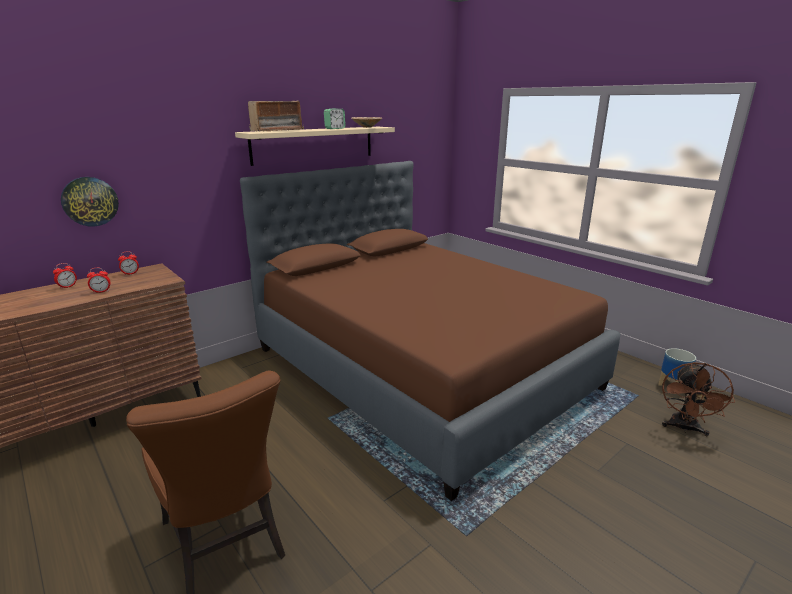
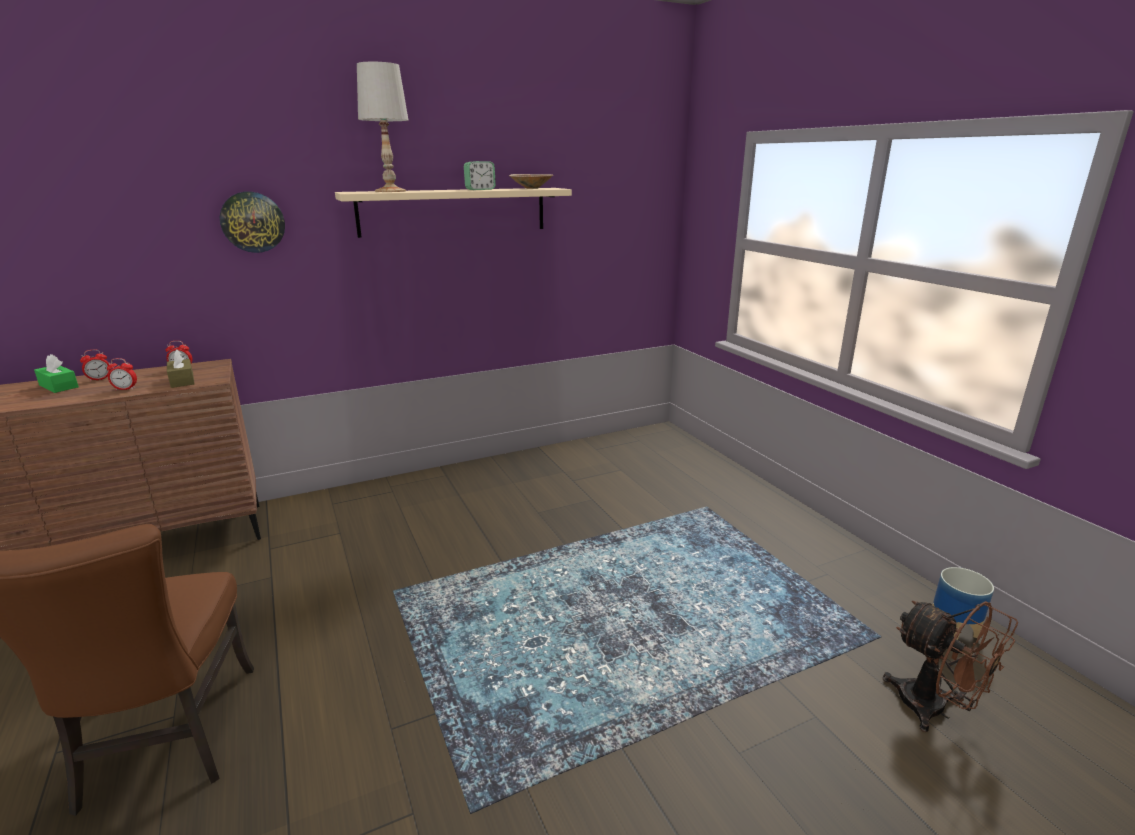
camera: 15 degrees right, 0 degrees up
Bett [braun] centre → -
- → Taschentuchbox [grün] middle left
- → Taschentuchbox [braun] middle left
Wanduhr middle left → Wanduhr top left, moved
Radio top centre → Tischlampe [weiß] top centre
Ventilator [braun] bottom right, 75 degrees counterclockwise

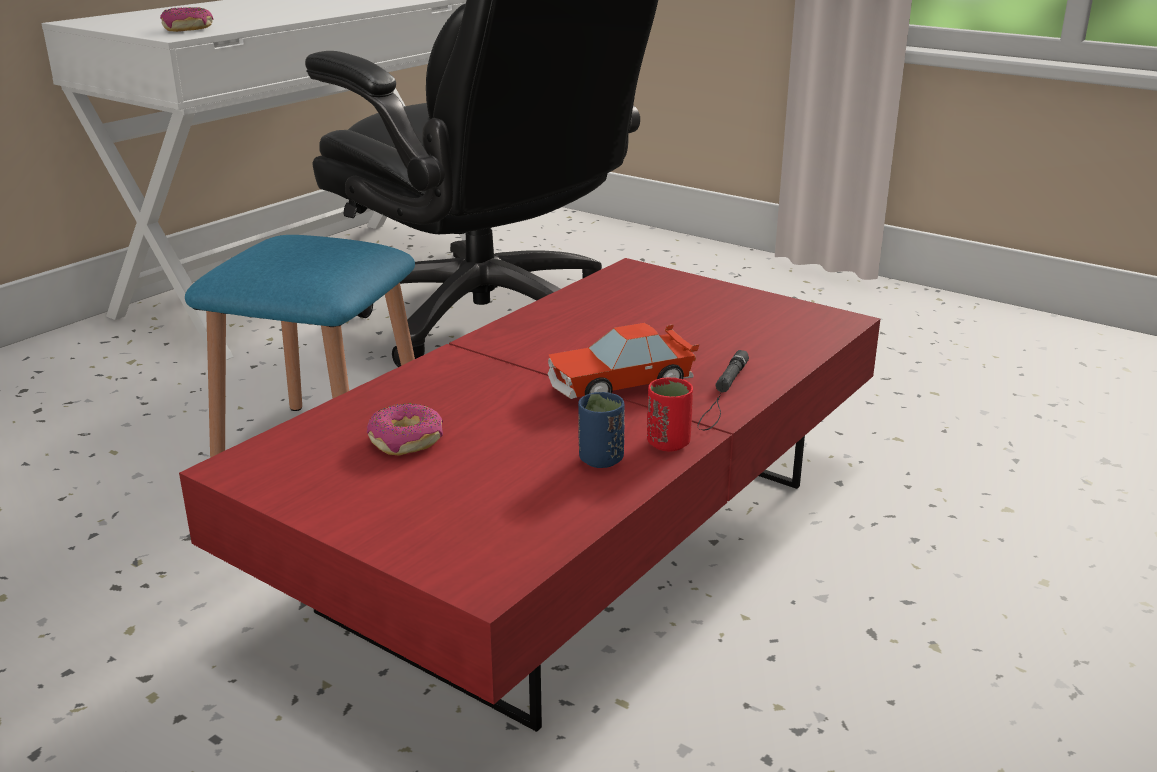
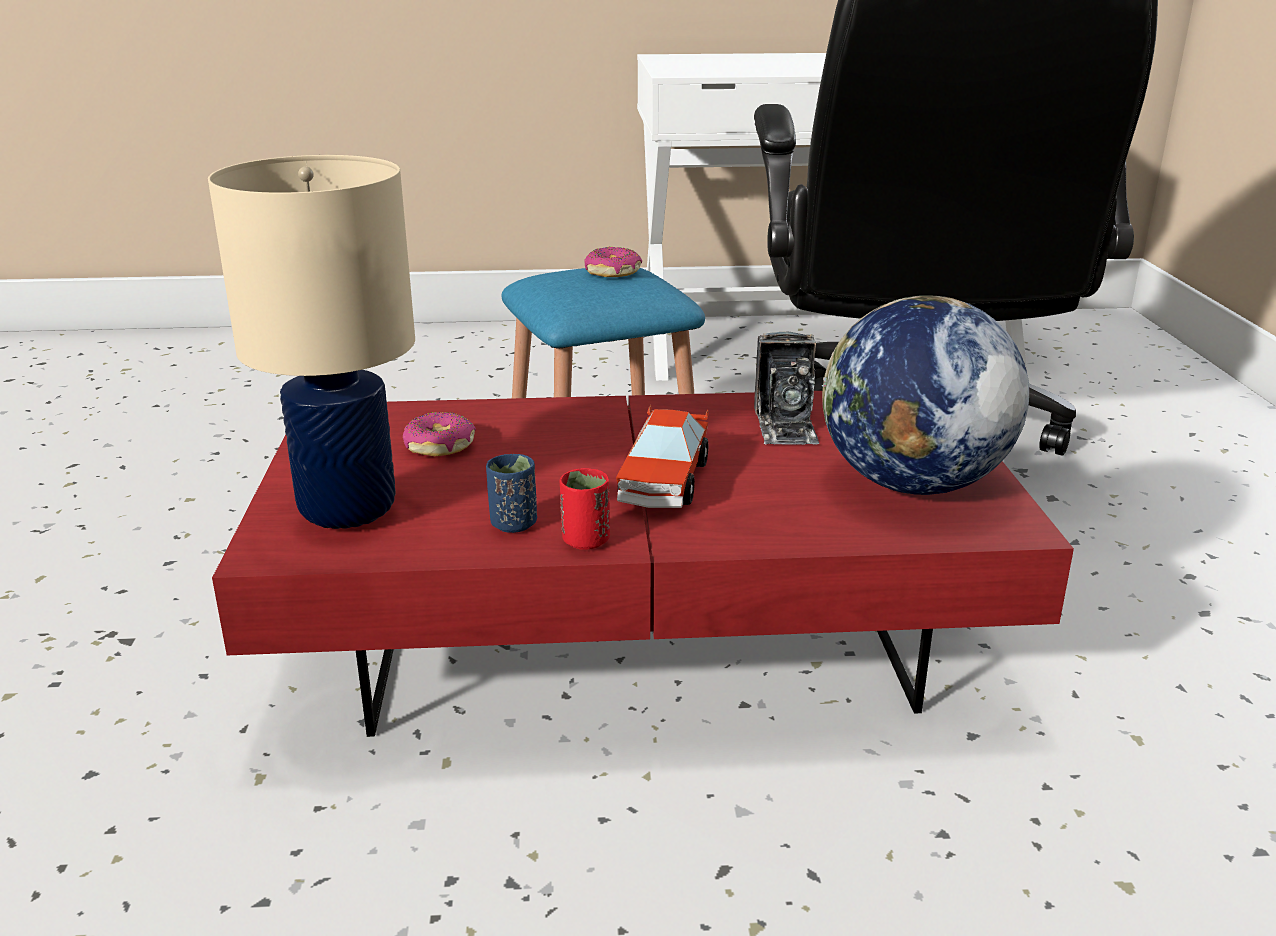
camera: 50 degrees right, 0 degrees up
Taschenlampe [schwarz] centre → -
- → Tischlampe [beige] middle left
- → Kamera centre
- → Globus middle right
Donut (1st from left in the first image) top left → Donut (2nd from left) top centre, moved
Spielzeugauto centre, 105 degrees counterclockwise

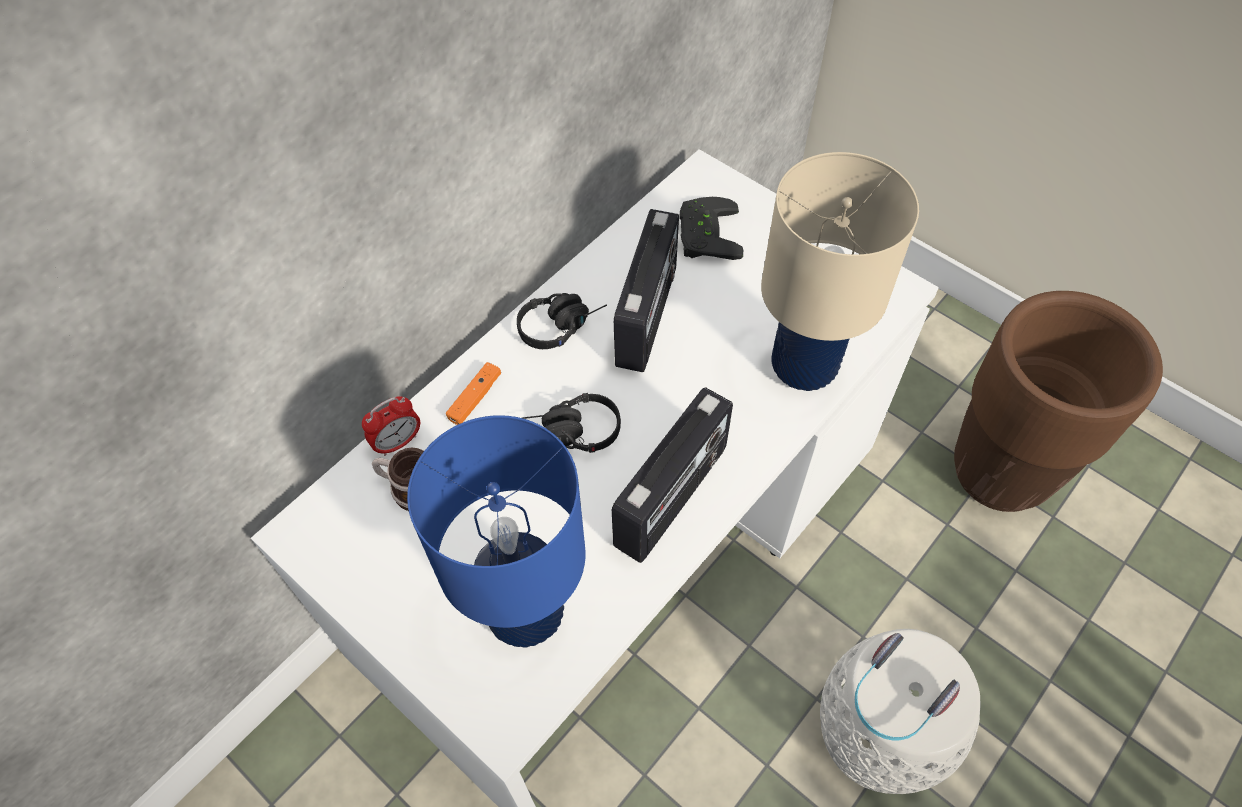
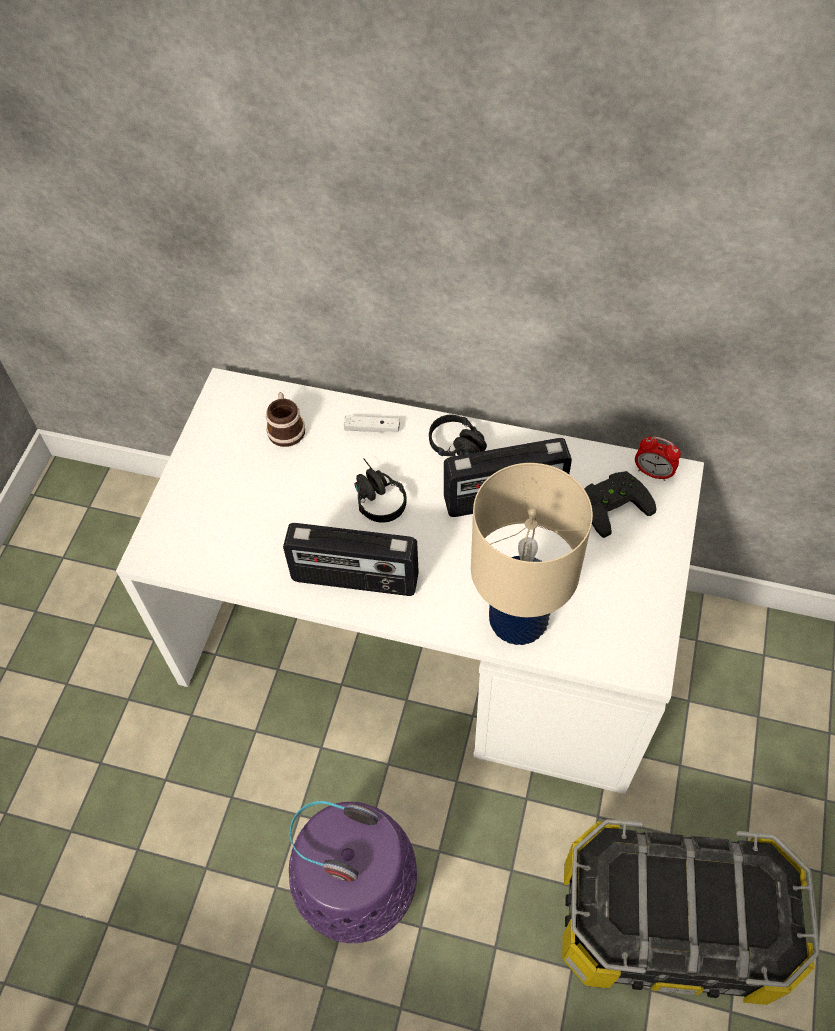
camera: 65 degrees right, 0 degrees up
Tischlampe [blau] centre → -
Wecker middle left → Wecker middle right, moved
Pflanzkübel [braun] middle right → Aufbewahrungsbox bottom right
Gamepad [orange] centre → Gamepad [weiß] centre
Hocker [weiß] bottom right → Hocker [lila] bottom centre

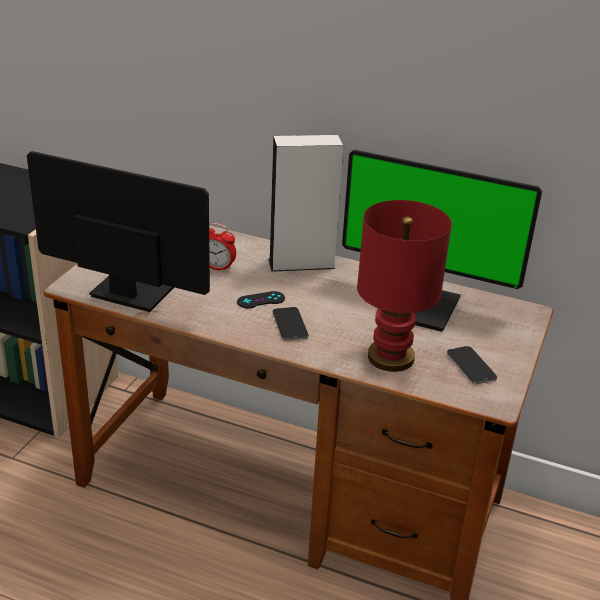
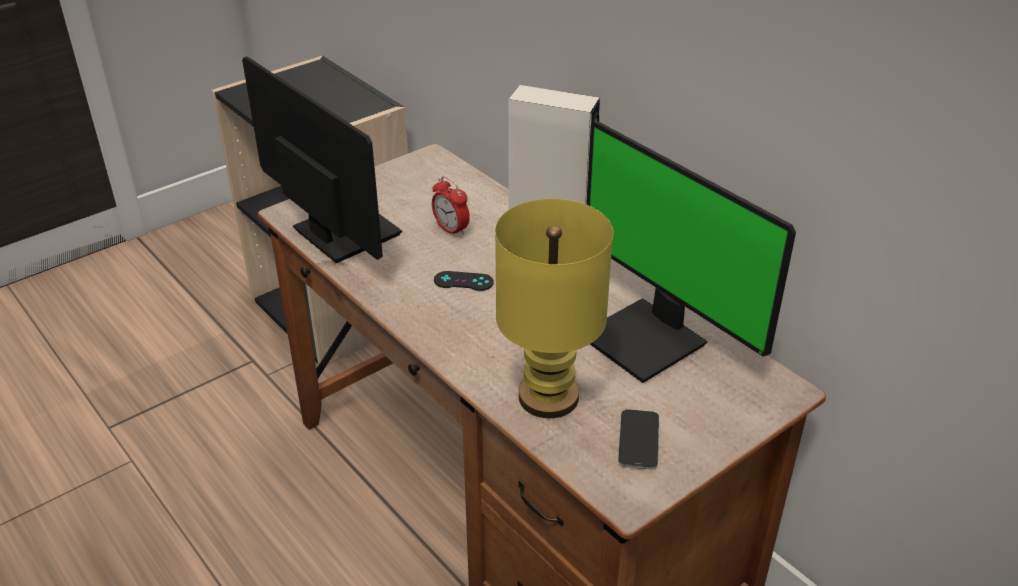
camera: 30 degrees right, 5 degrees up
Handy (1st from left) centre → -
Tischlampe [rot] middle right → Tischlampe [gelb] centre

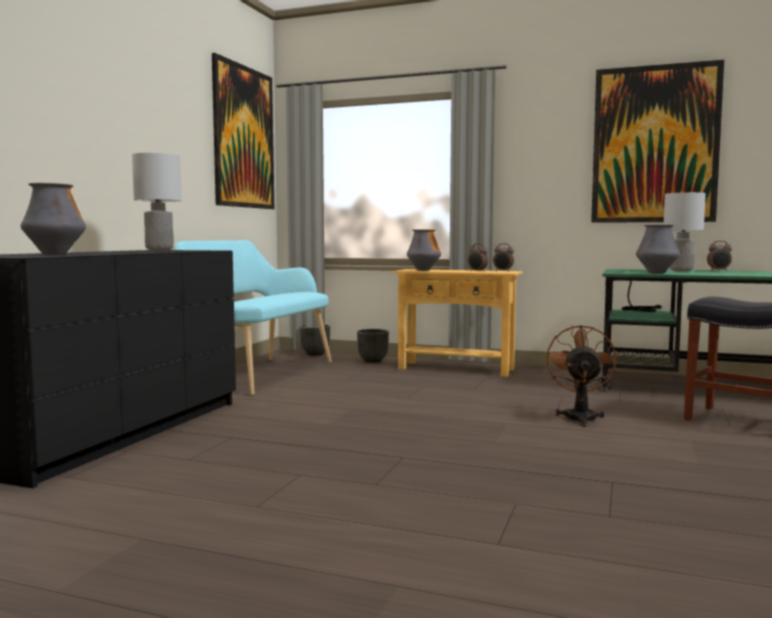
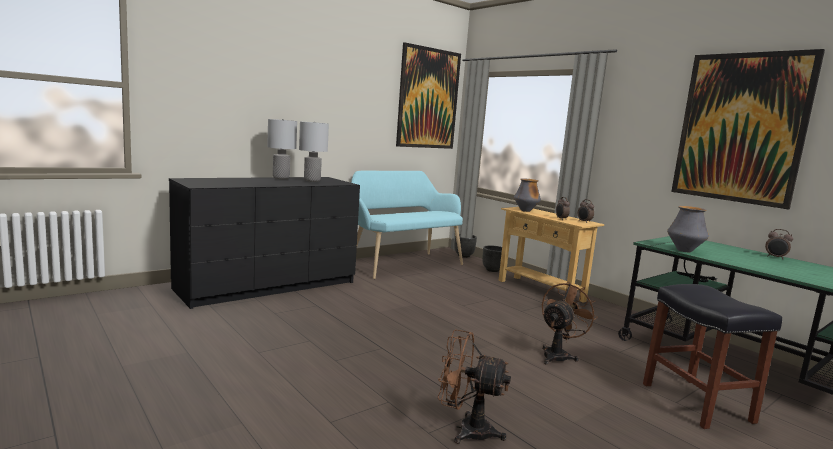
camera: 30 degrees right, 5 degrees up
Vase (1st from left) middle left → -
- → Ventilator [braun] (1st from left) bottom centre
Tischlampe [grau] (2nd from left in the first image) middle right → Tischlampe [grau] (1st from left) top centre, moved

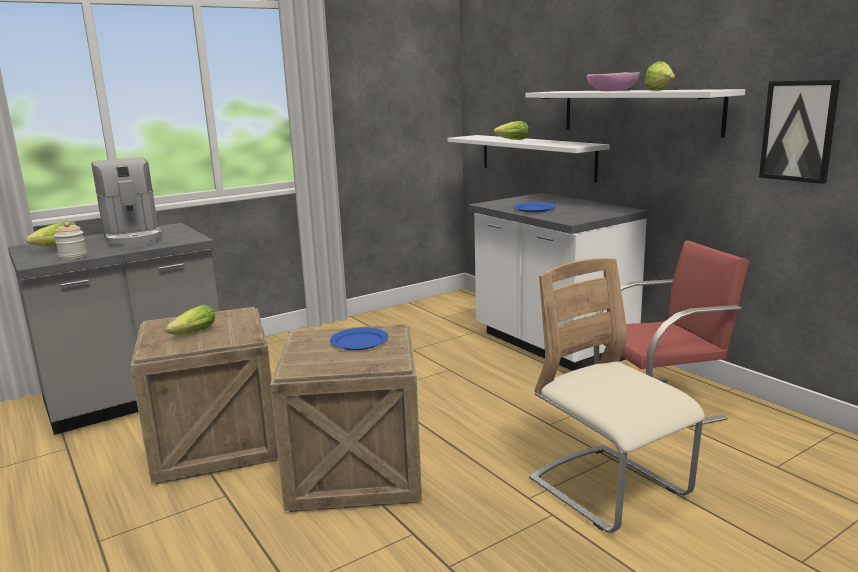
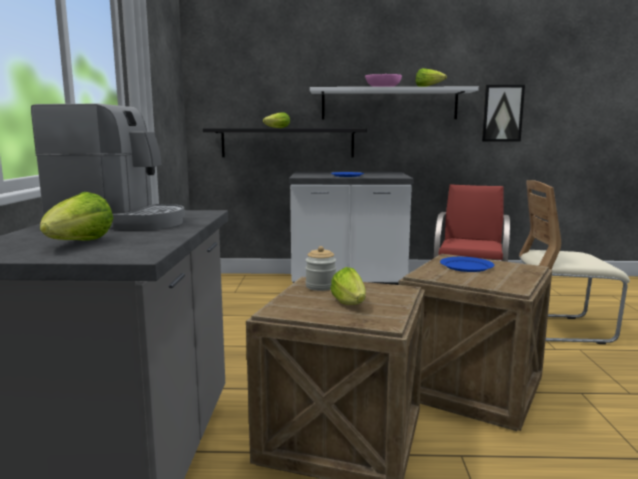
camera: 55 degrees left, 5 degrees down
Vorratsglas middle left → Vorratsglas centre, moved
Wandregal [weiß] (1st from left) top centre → Wandregal [schwarz] top centre

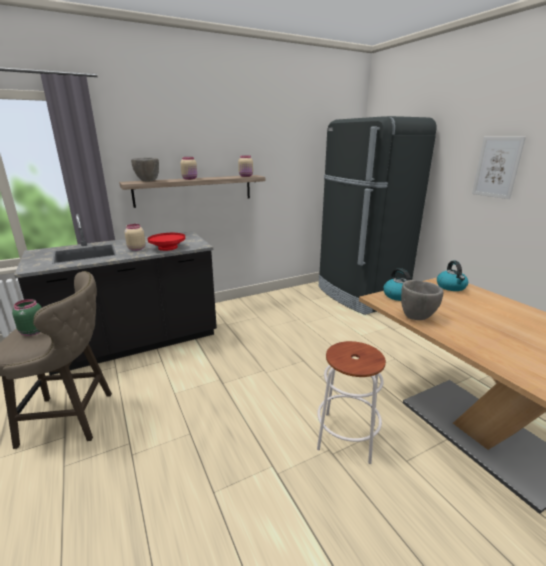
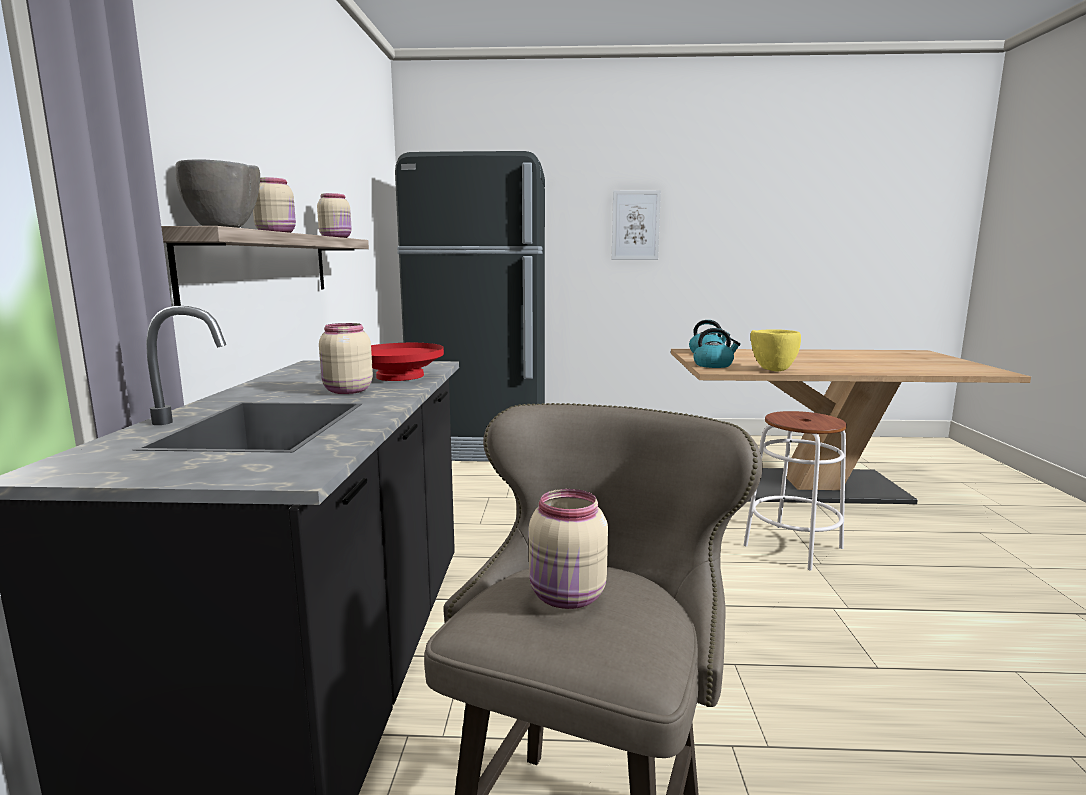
camera: 60 degrees left, 10 degrees down
Vorratsglas [grün] middle left → Vorratsglas [beige] (4th from left) bottom centre
Schüssel [grau] (2nd from left) middle right → Schüssel [gelb] middle right

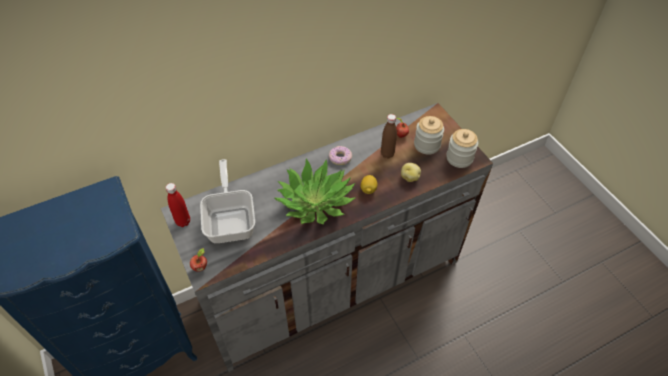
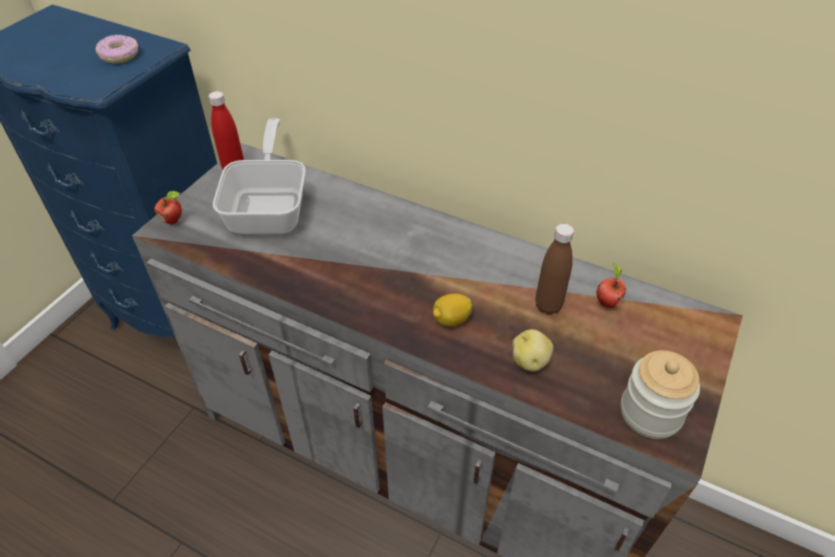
camera: 55 degrees right, 5 degrees down
Topfpflanze centre → -
Vorratsglas (1st from left) centre → -
Donut centre → Donut top left, moved
Pfanne centre → Pfanne top left, 45 degrees counterclockwise

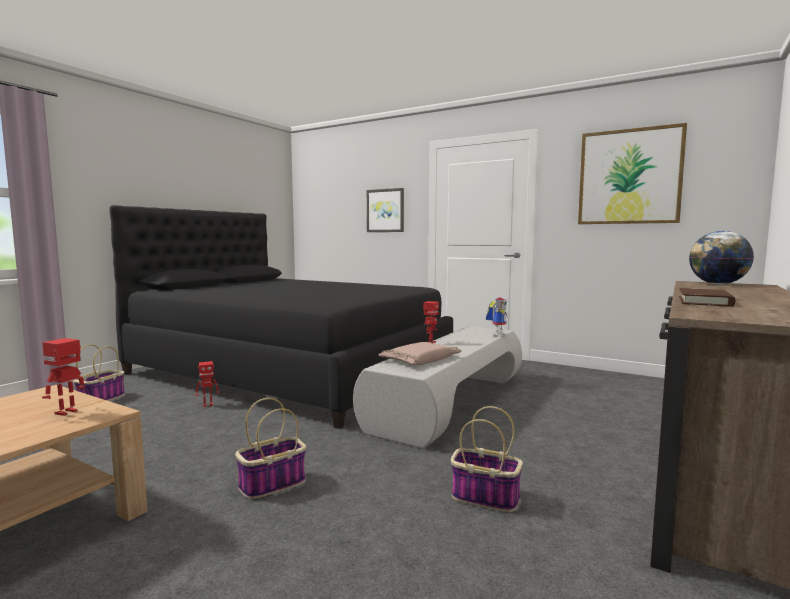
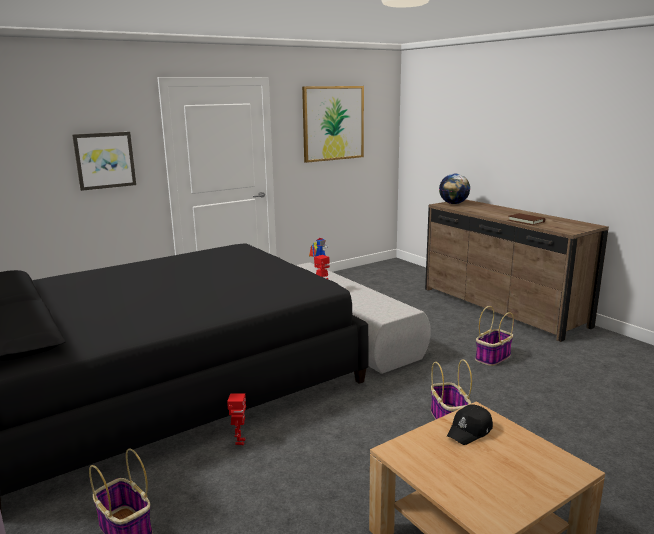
camera: 65 degrees left, 10 degrees up
Kissen [beige] centre → -
Spielzeugroboter (1st from left) middle left → Kappe [schwarz] bottom right

